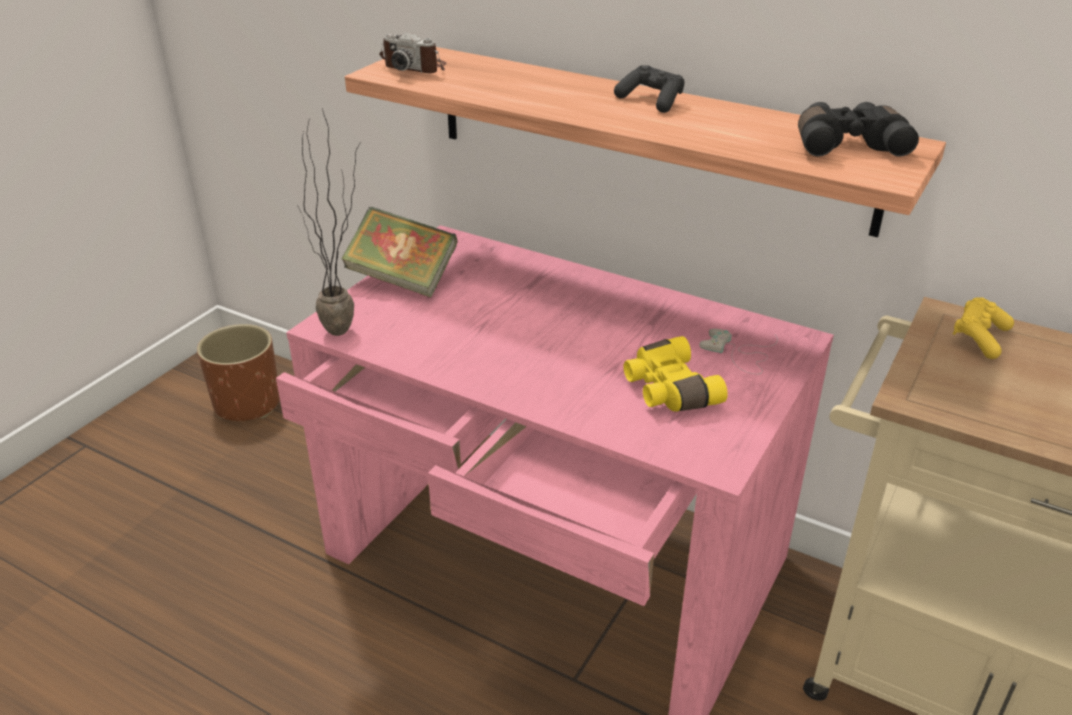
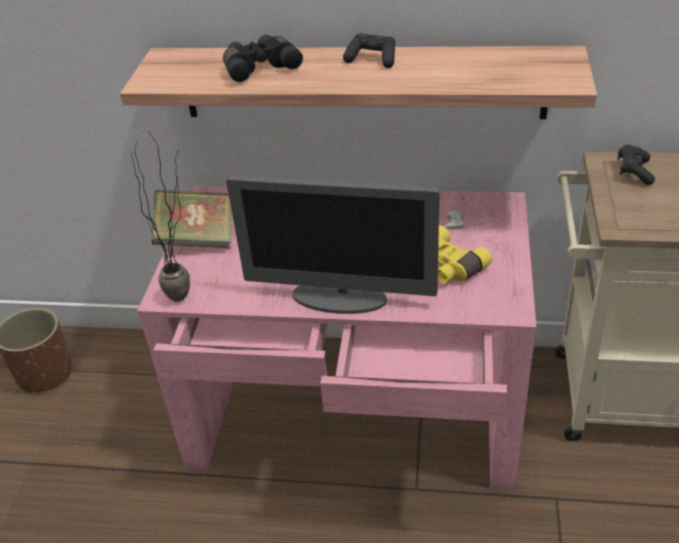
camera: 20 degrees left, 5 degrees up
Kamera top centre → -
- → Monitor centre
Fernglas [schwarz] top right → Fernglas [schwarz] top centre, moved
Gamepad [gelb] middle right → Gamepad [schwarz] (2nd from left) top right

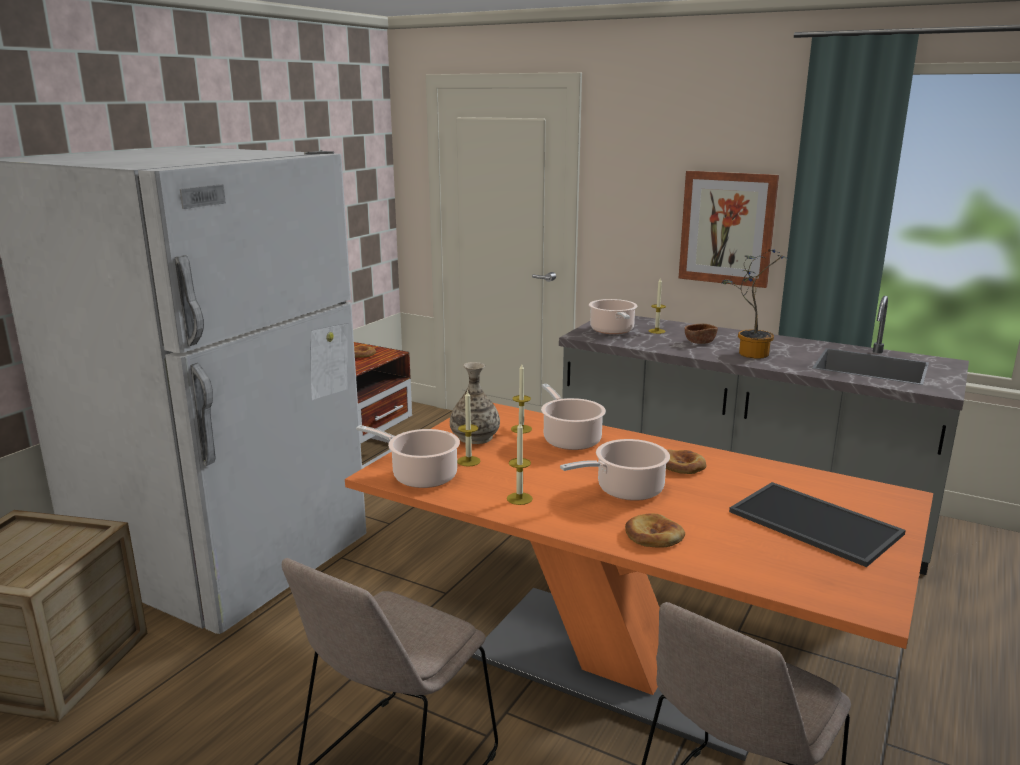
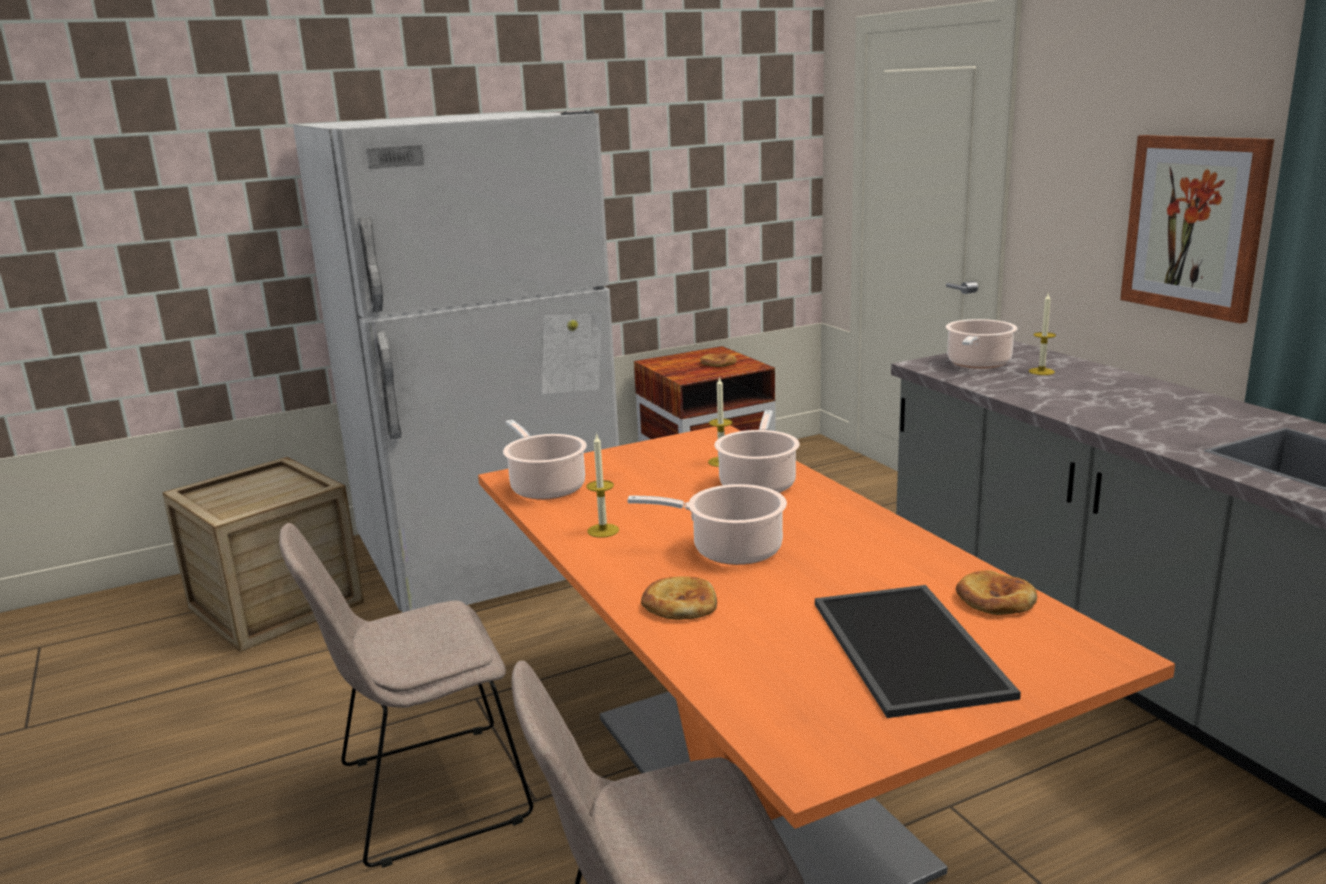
camera: 35 degrees right, 0 degrees up
Vase centre → -
Kerze (1st from left) centre → -
Schüssel [braun] middle right → -
Topfpflanze middle right → -
Brot (3rd from left) middle right → Brot (3rd from left) bottom right, moved

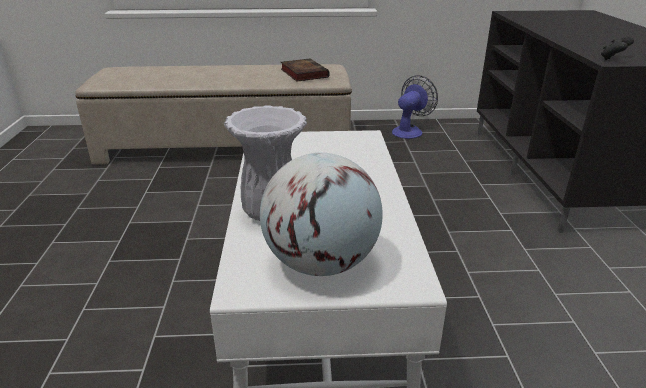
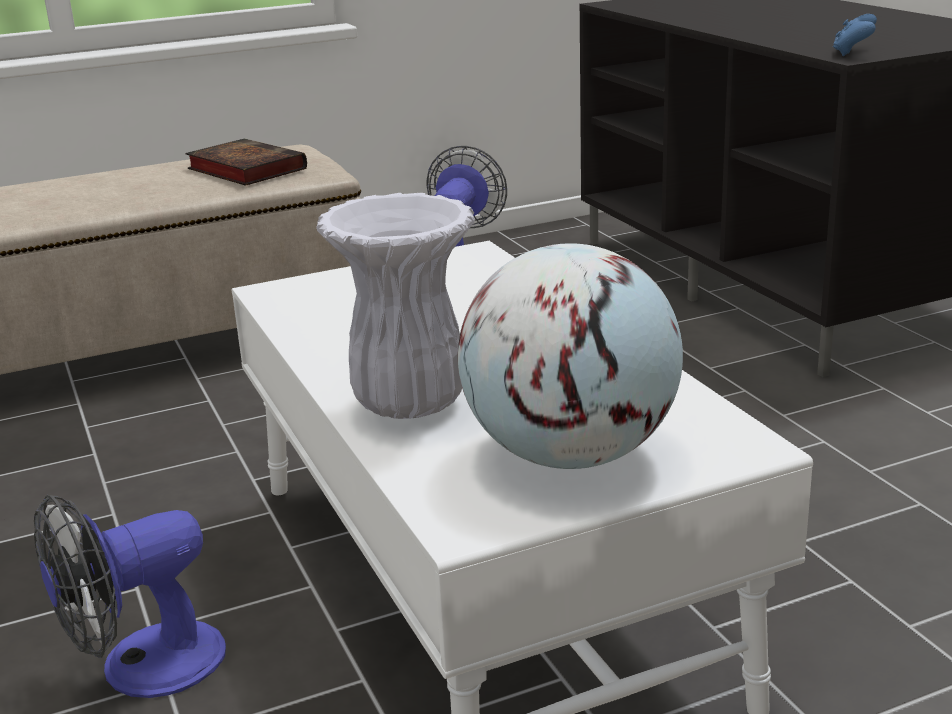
camera: 20 degrees left, 5 degrees down
- → Ventilator (1st from left) bottom left
Gamepad [schwarz] top right → Gamepad [blau] top right

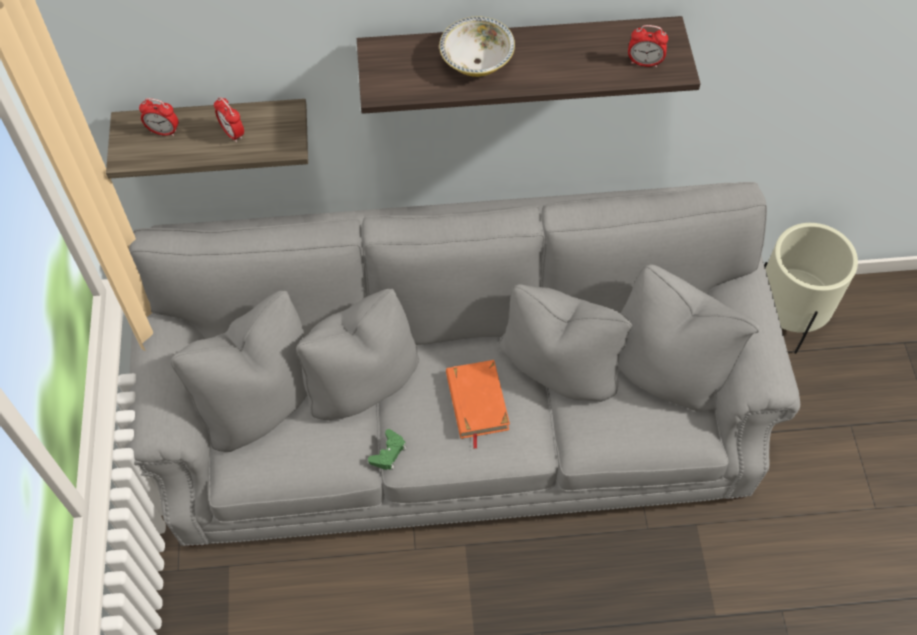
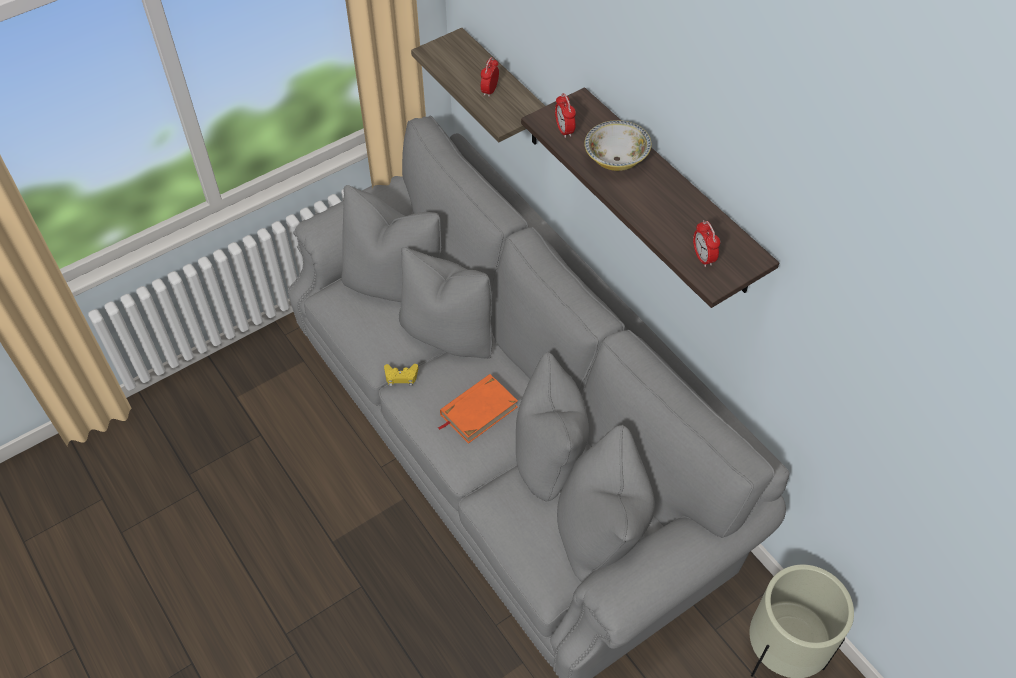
camera: 60 degrees right, 5 degrees down
Wecker (1st from left in the first image) top left → Wecker (2nd from left) top centre, moved
Gamepad [grün] bottom centre → Gamepad [gelb] centre

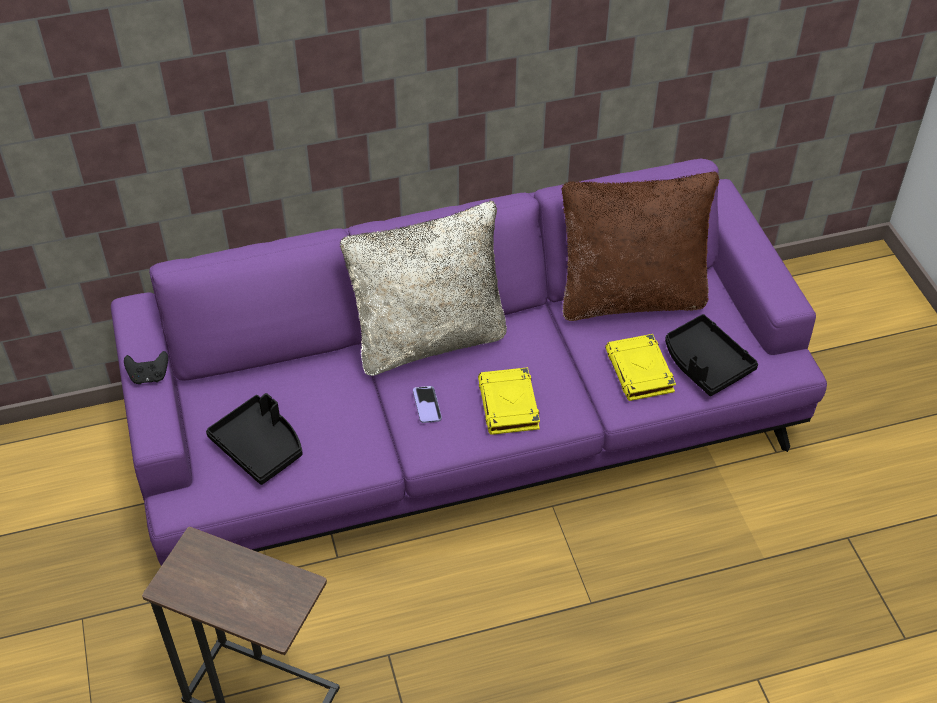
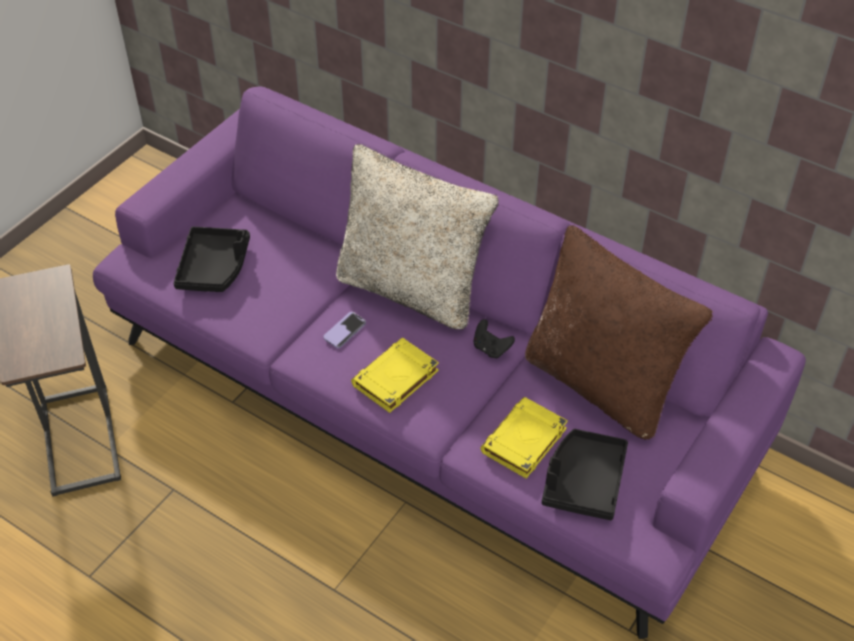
camera: 50 degrees right, 0 degrees up
Gamepad [schwarz] middle left → Gamepad [schwarz] centre, moved

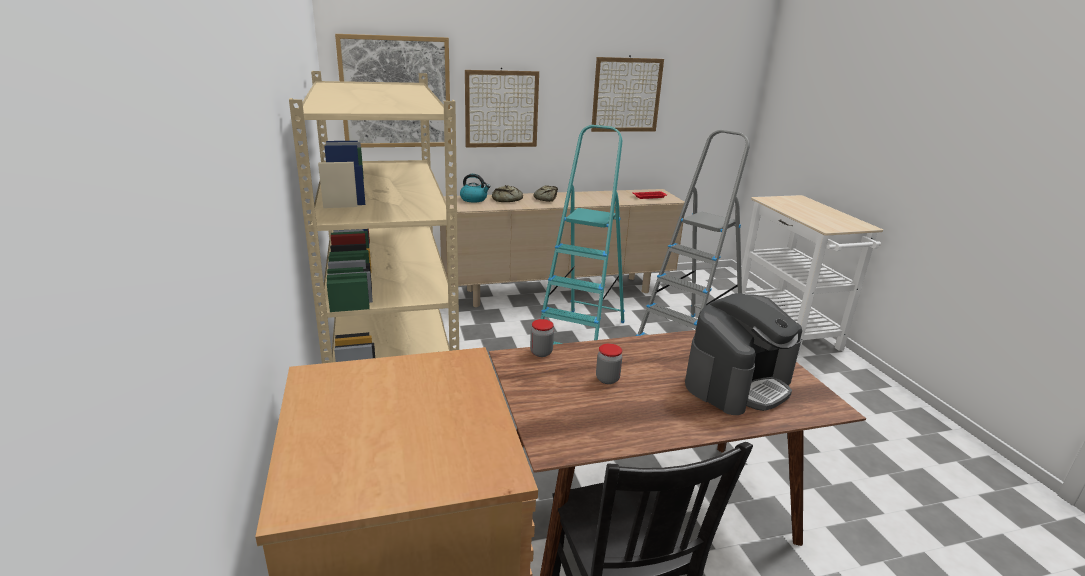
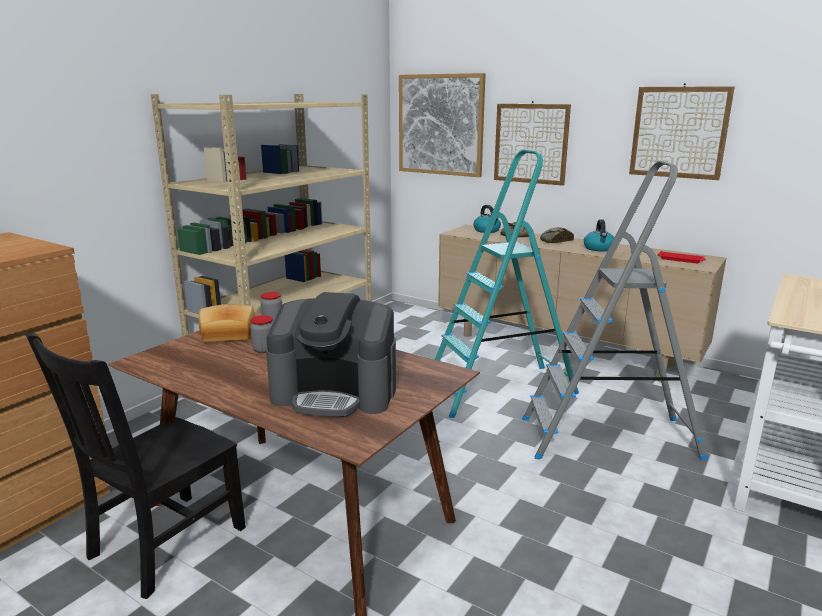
camera: 50 degrees right, 5 degrees down
- → Brot (1st from left) middle left
- → Wasserkessel (2nd from left) middle right

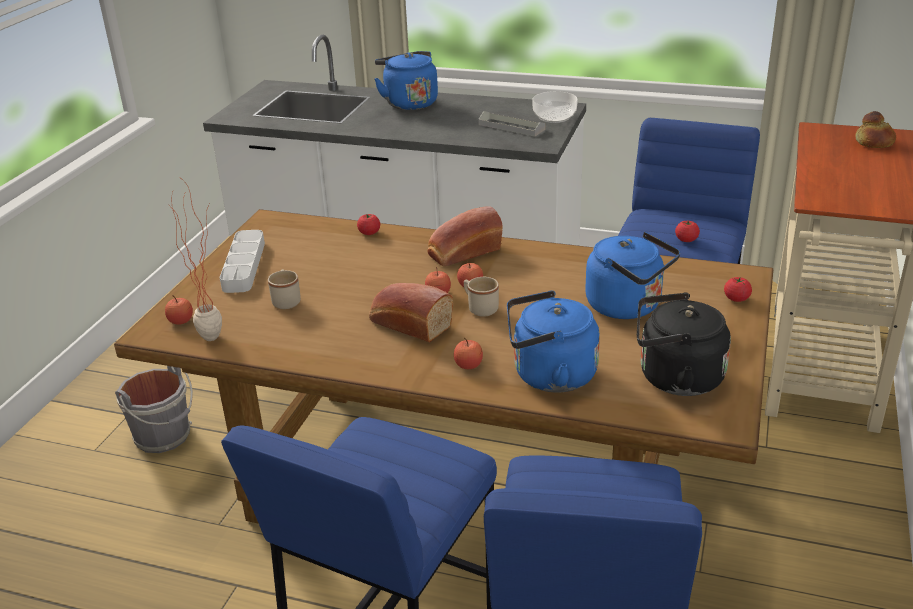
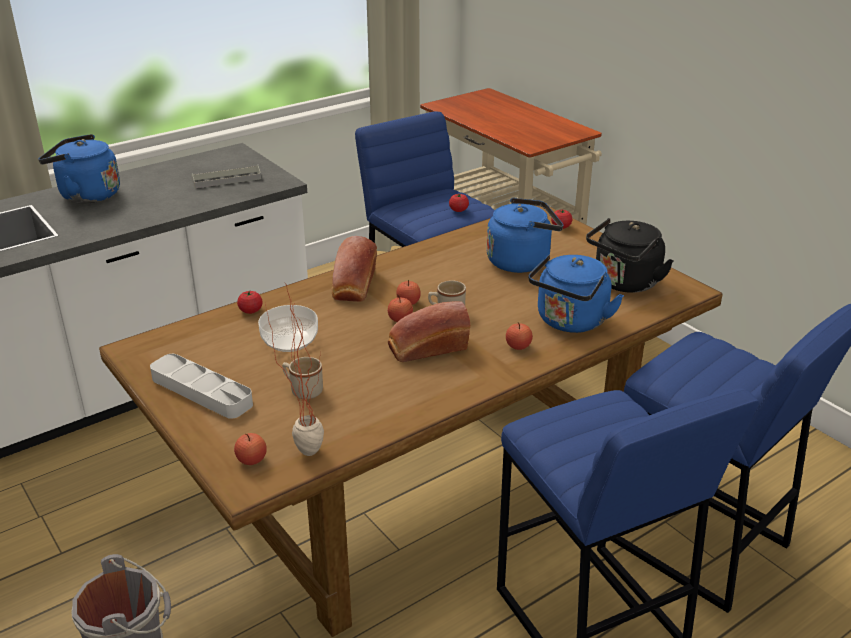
camera: 55 degrees left, 0 degrees up
Brot (3rd from left) top right → -
Schüssel top centre → Schüssel centre, moved

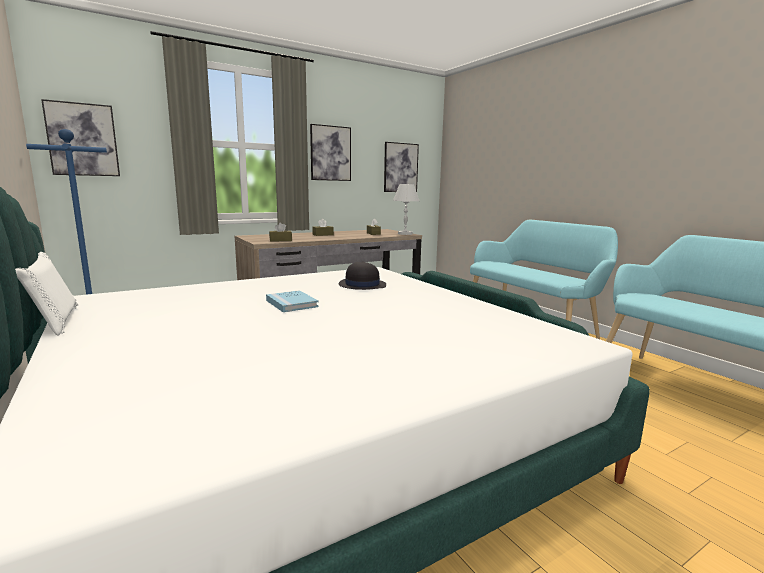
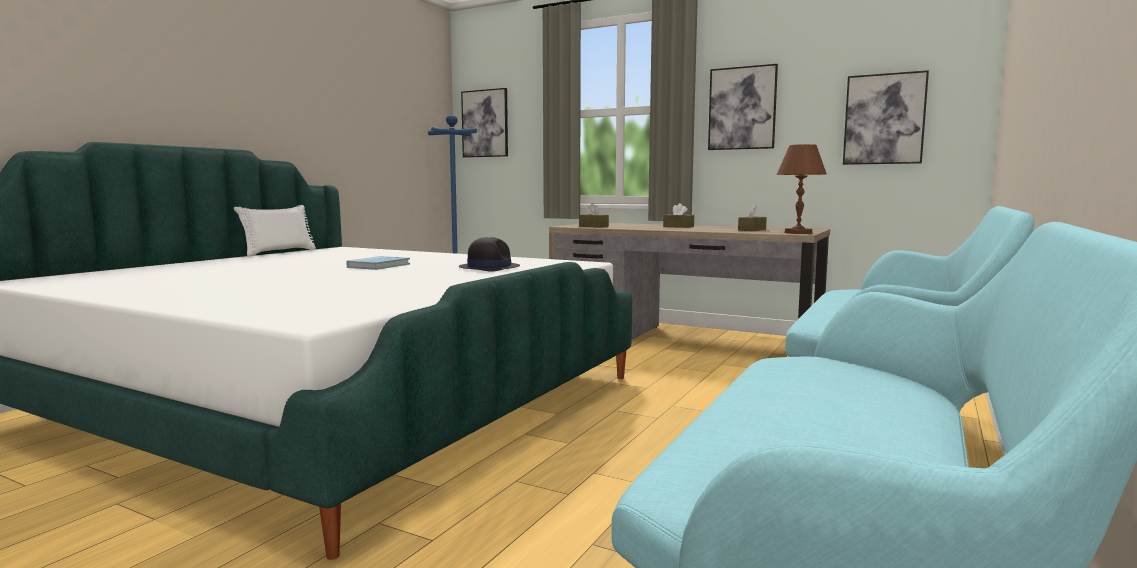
camera: 60 degrees right, 5 degrees down
Tischlampe [weiß] centre → Tischlampe [braun] top right

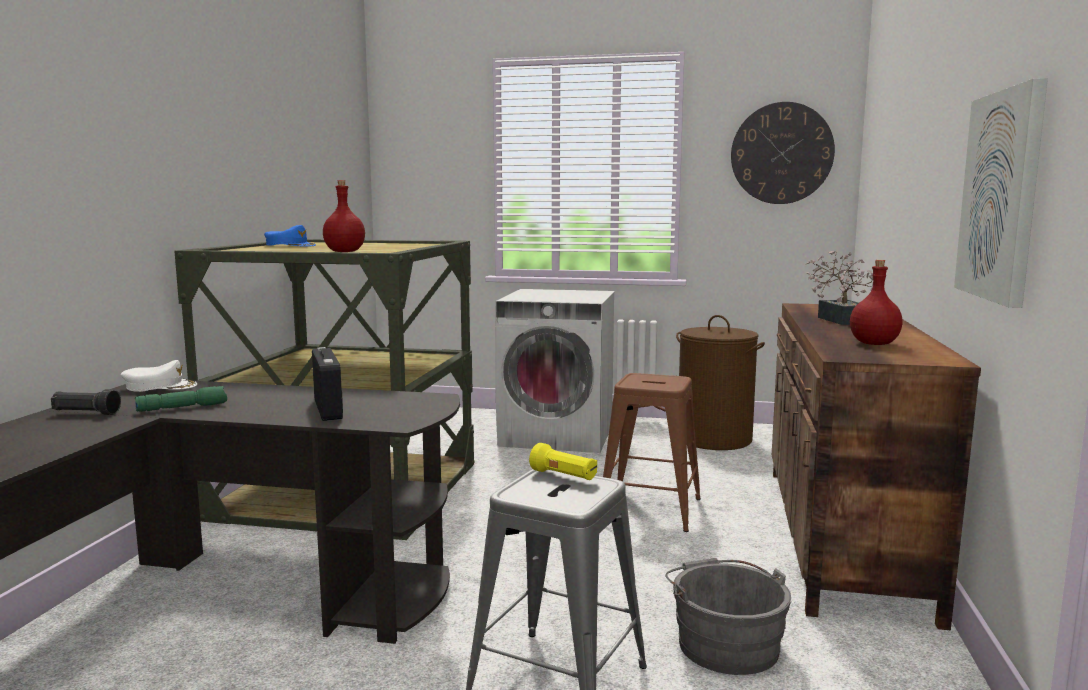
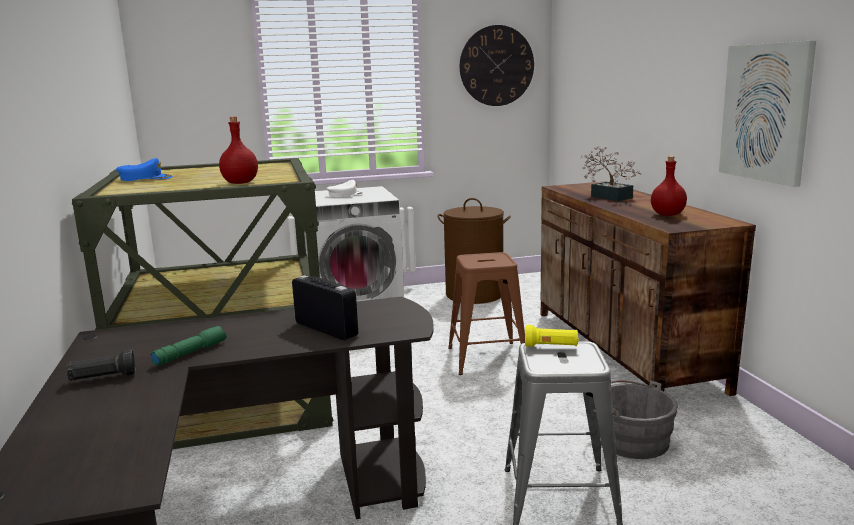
camera: 25 degrees left, 5 degrees up
Kappe [weiß] middle left → Kappe [weiß] centre, moved

